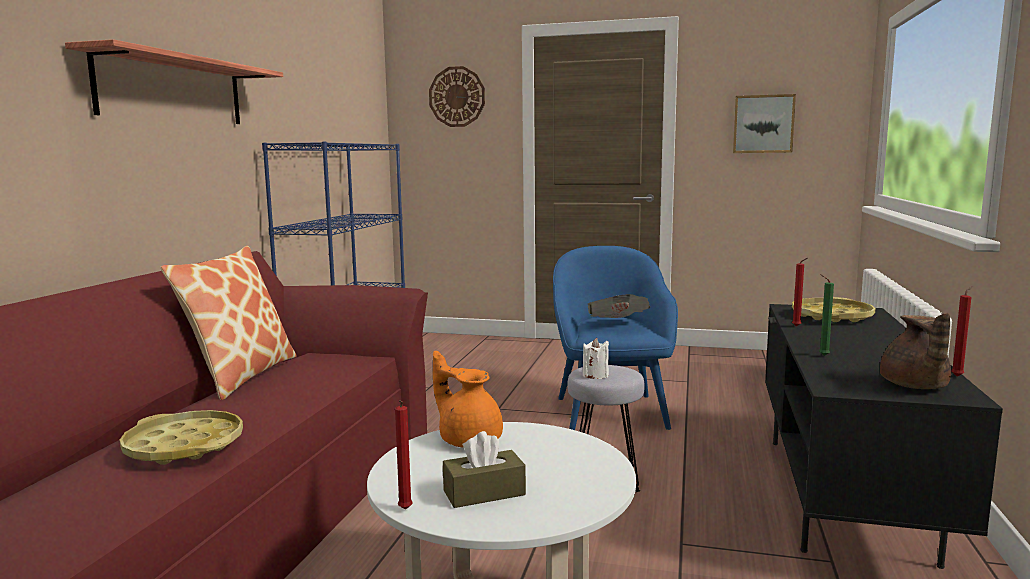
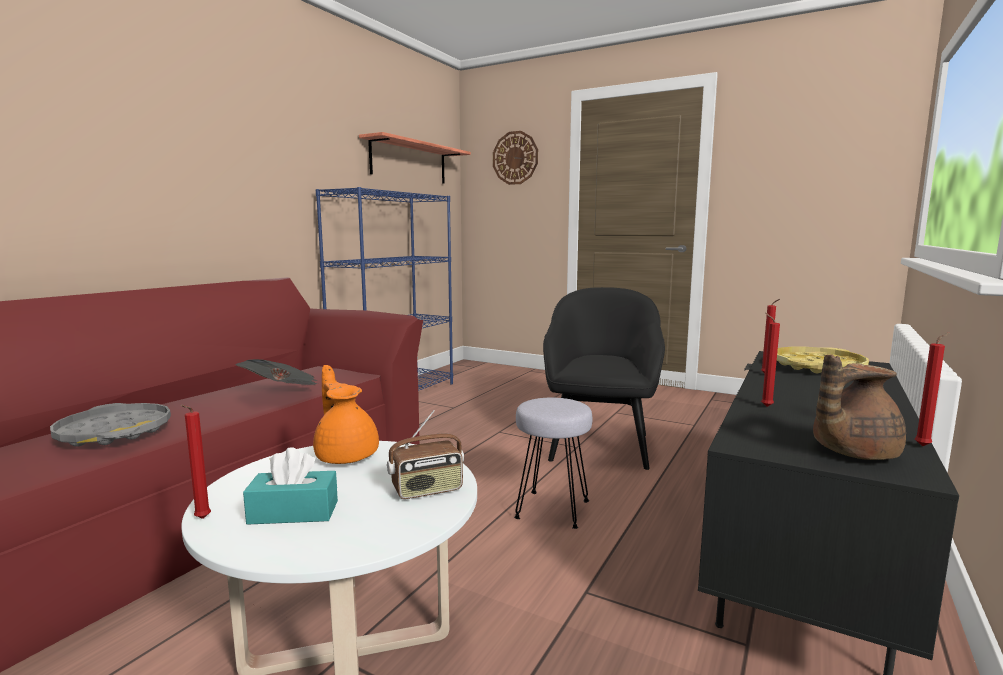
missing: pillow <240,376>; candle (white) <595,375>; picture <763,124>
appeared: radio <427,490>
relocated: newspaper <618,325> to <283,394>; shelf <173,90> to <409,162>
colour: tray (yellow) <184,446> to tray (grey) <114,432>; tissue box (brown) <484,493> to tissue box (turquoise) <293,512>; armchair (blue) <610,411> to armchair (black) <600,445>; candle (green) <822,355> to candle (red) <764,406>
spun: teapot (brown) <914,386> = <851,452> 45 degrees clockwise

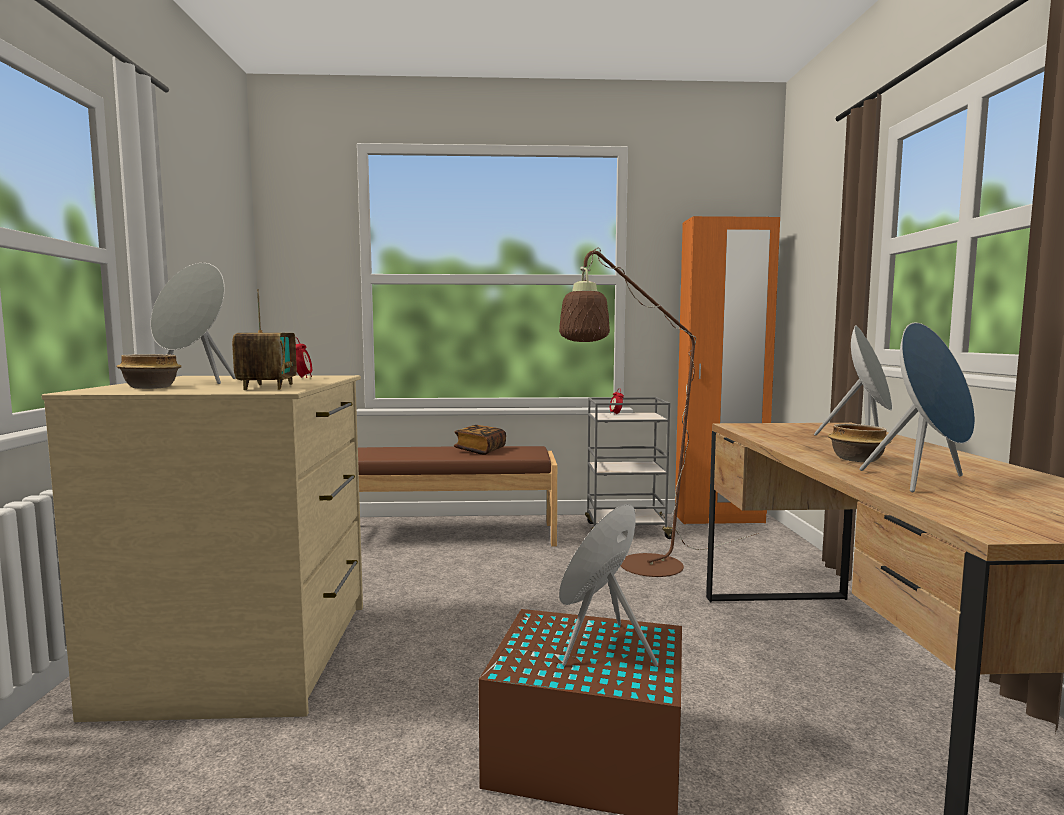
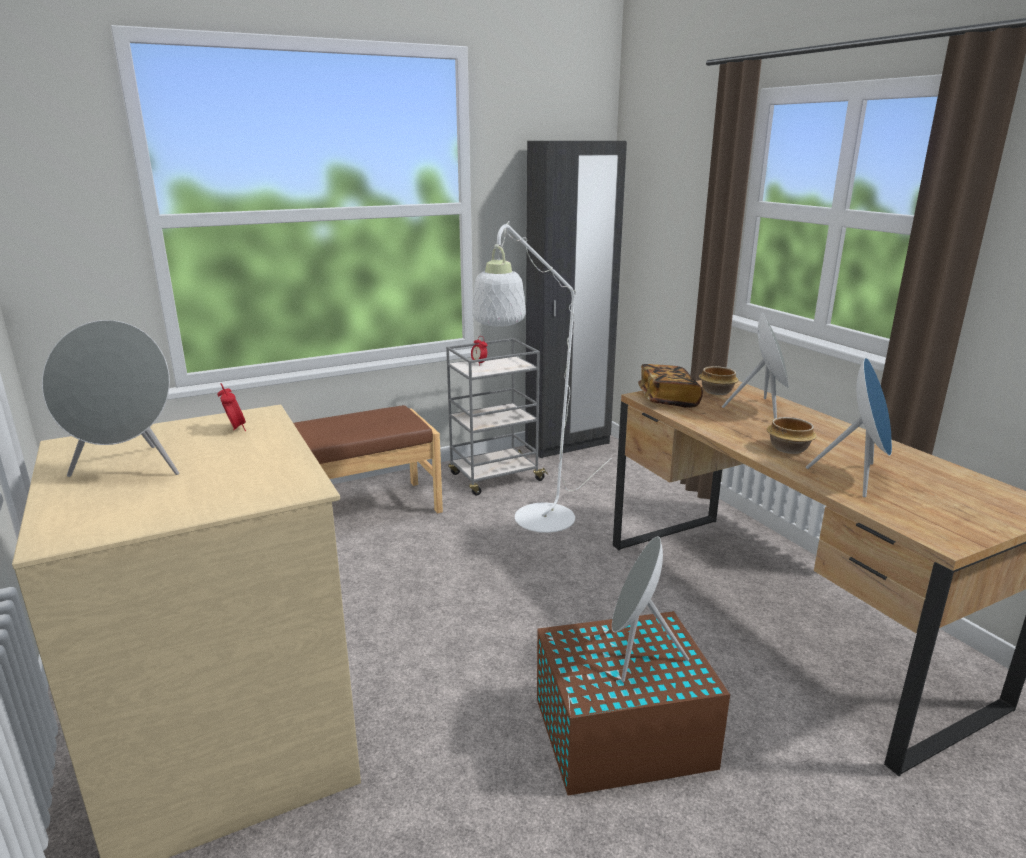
missing: radio <268,387>
relocated: book <480,450> to <667,399>; bowl <151,387> to <716,391>
colour: floor lamp (brown) <639,569> to floor lamp (white) <537,524>; wardrobe (orange) <719,519> to wardrobe (black) <568,445>

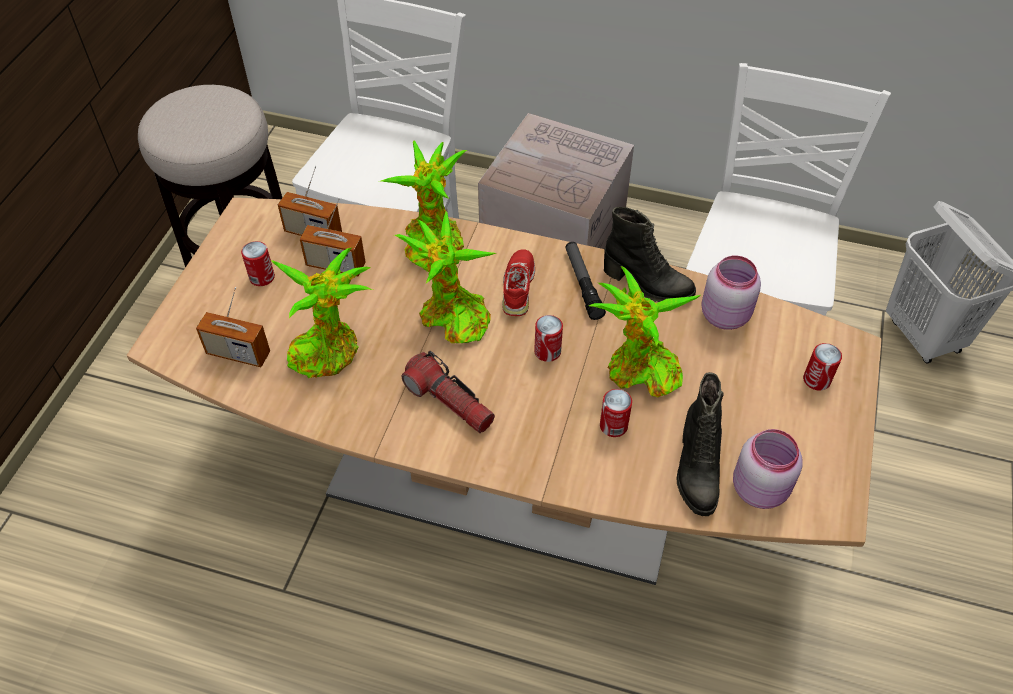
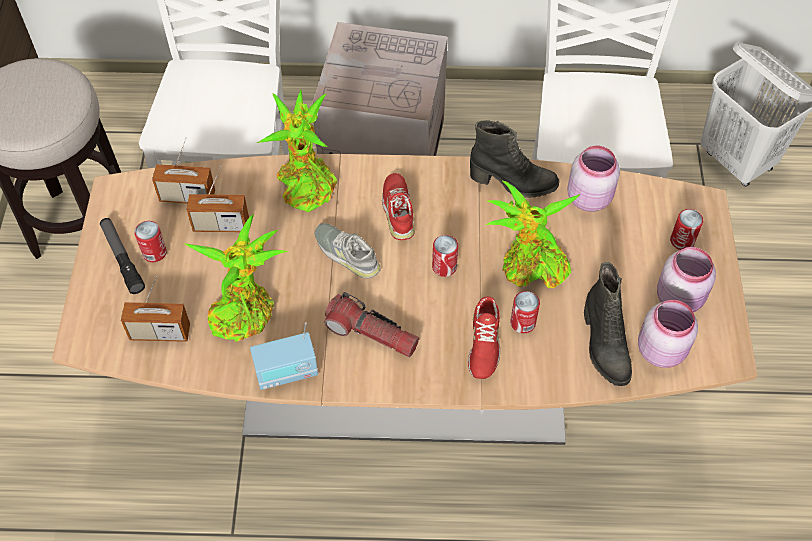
appeared: radio <286,372>; shoe (red) <483,343>; jar (pink) <680,298>
relocated: flashlight <583,284> to <122,259>
exchanged: potted plant <451,317> to shoe (grey) <347,253>

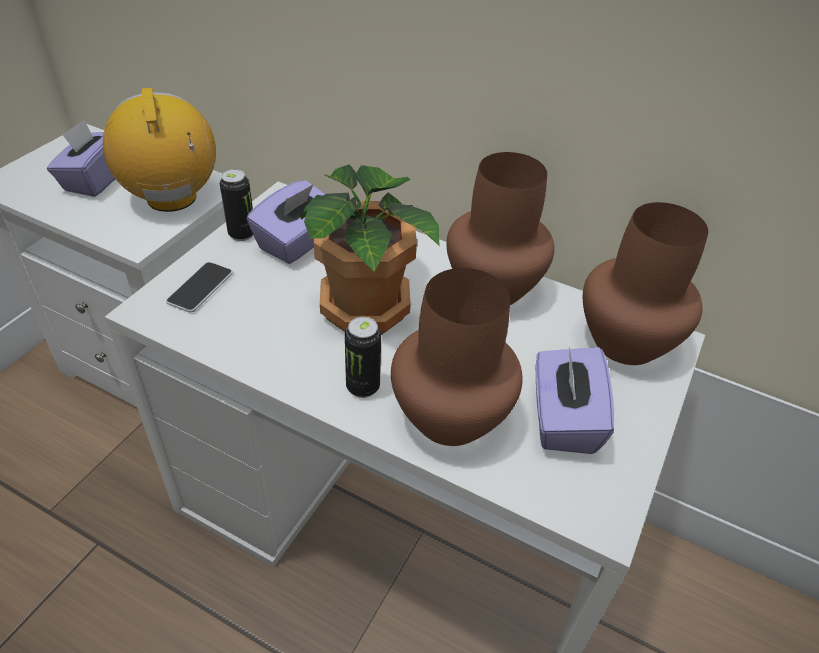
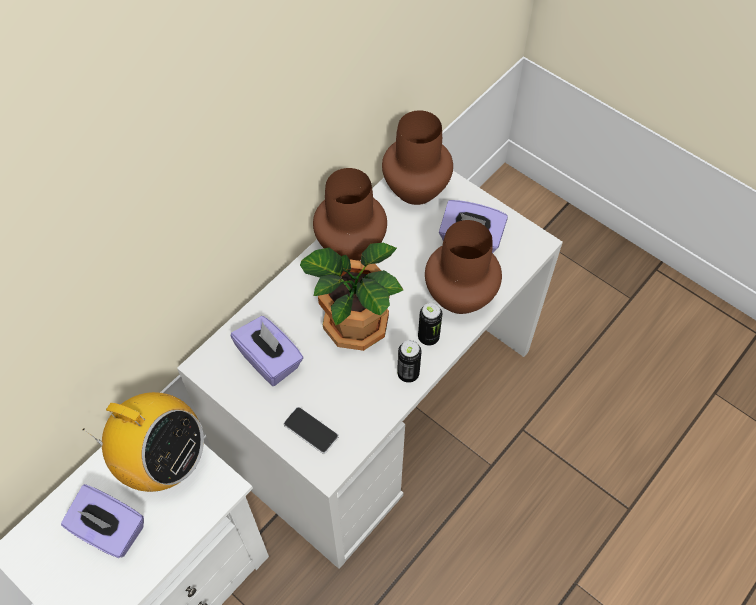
relocated: can <242,234> to <408,374>
spun: radio <172,198> = <162,460> 150 degrees counterclockwise

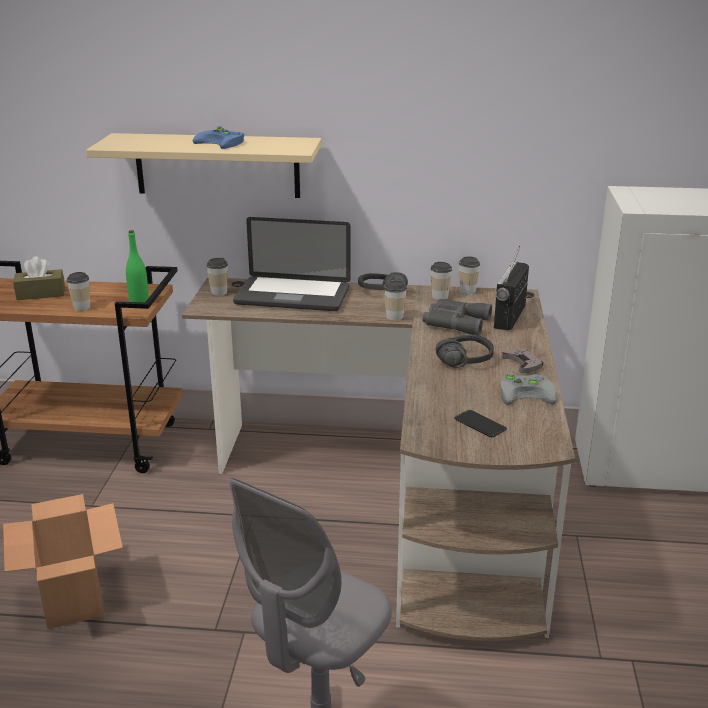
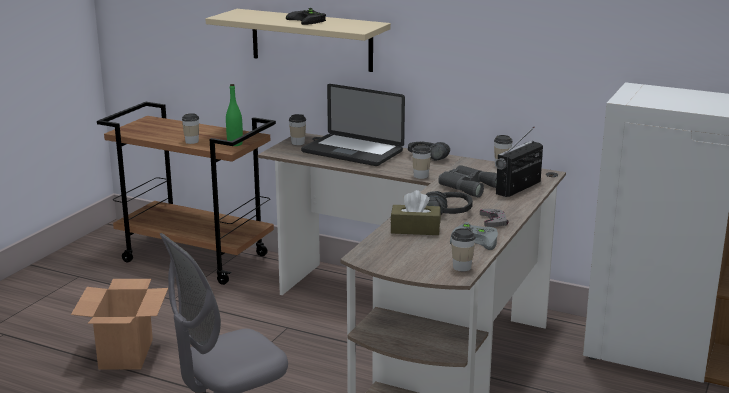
missing: phone <480,424>
relocated: tissue box (brown) <41,293> to <415,229>; cup <440,296> to <462,267>
colour: game controller (blue) <223,143> to game controller (black) <309,20>

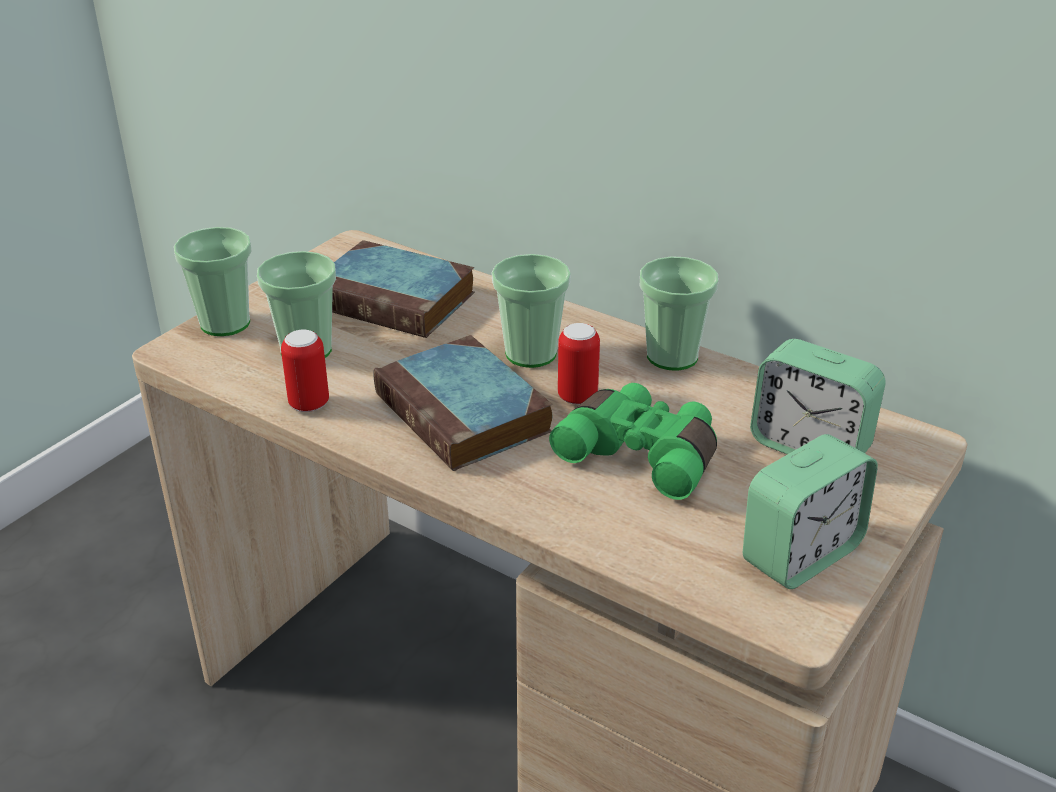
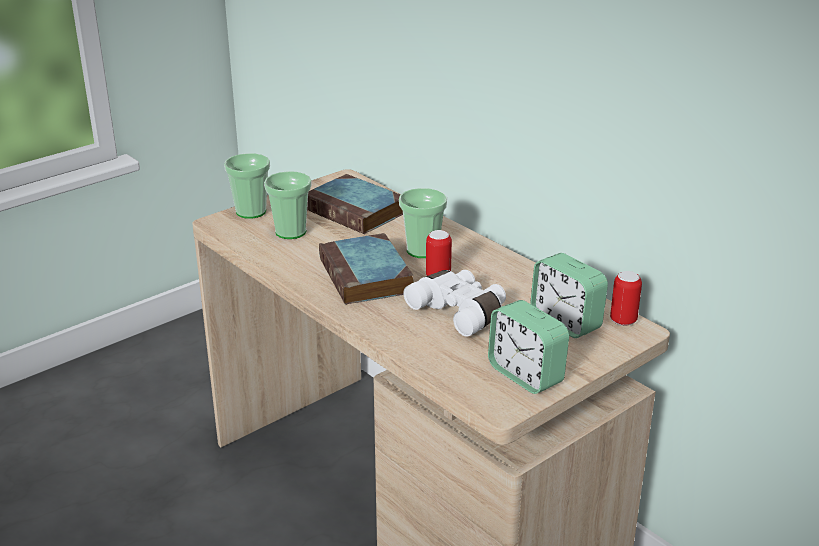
missing: cup <672,356>
relocated: can <309,404> to <623,320>
colour: binoculars (green) <643,454> to binoculars (white) <461,312>
spun: alarm clock <801,554> = <525,375> 75 degrees clockwise

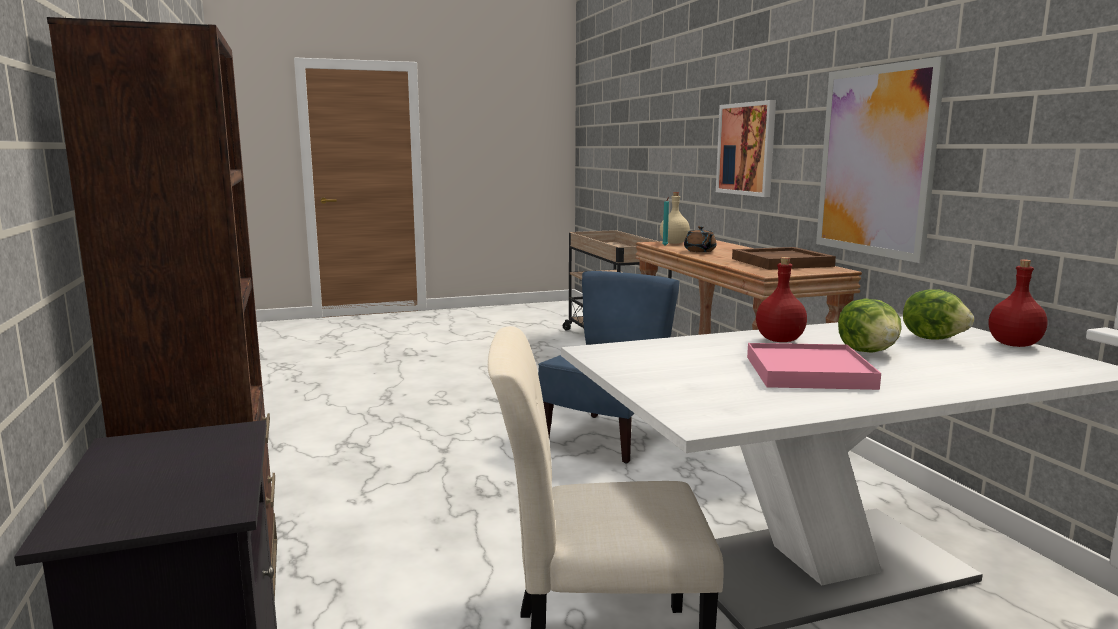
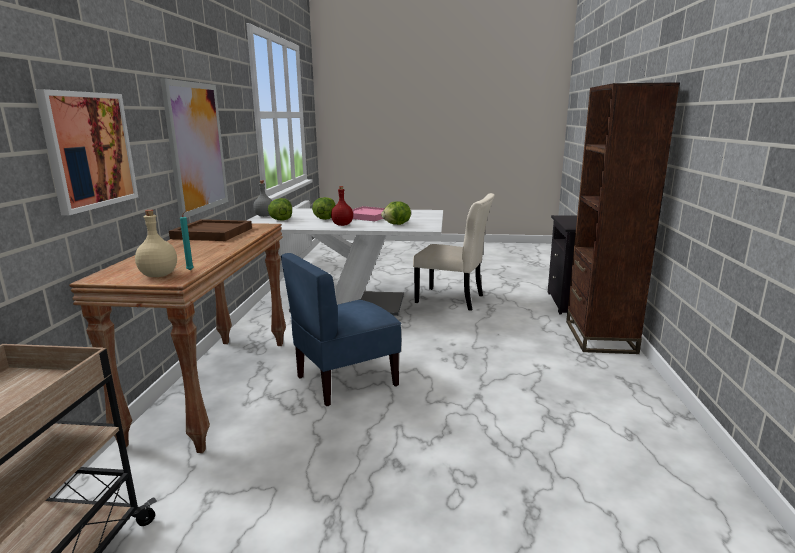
missing: teapot (brown) <700,251>
appeared: lettuce <397,224>
colour: bottle (red) <1013,344> to bottle (grey) <264,216>

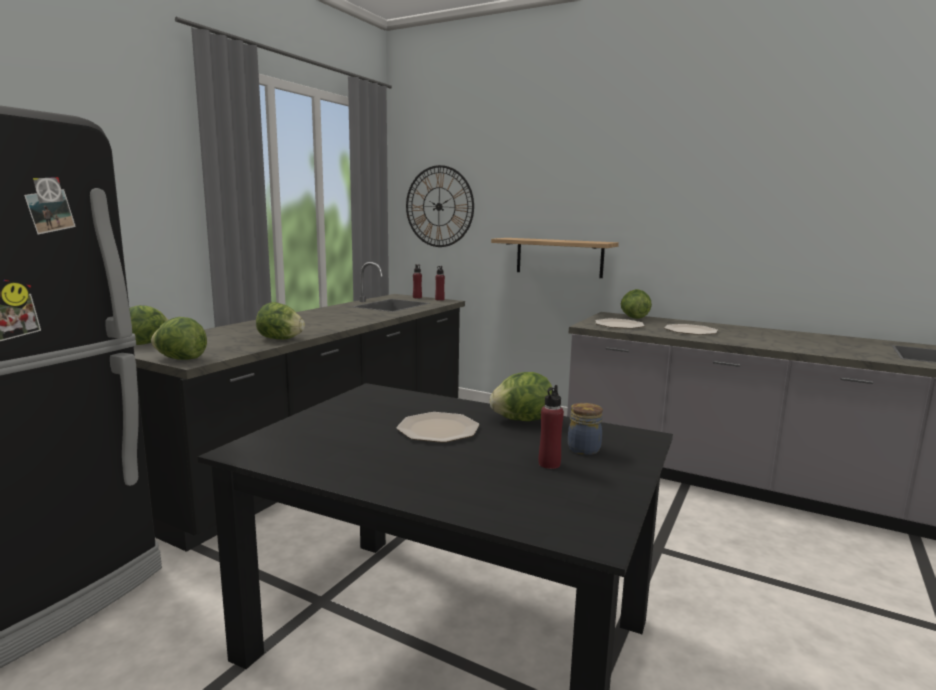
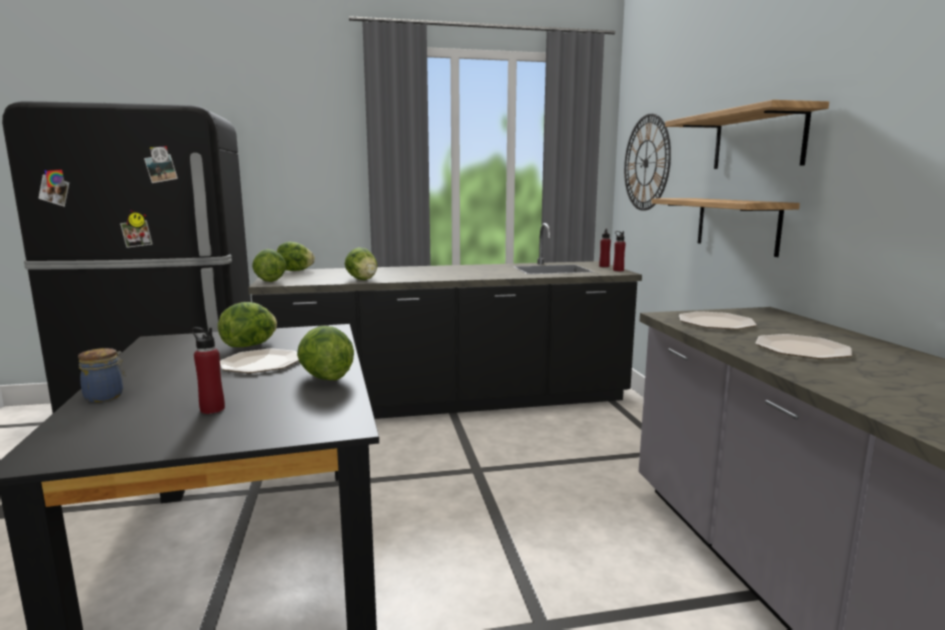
appeared: shelf <757,140>
relocated: jar <583,448> to <106,396>; lettuce <633,318> to <250,345>

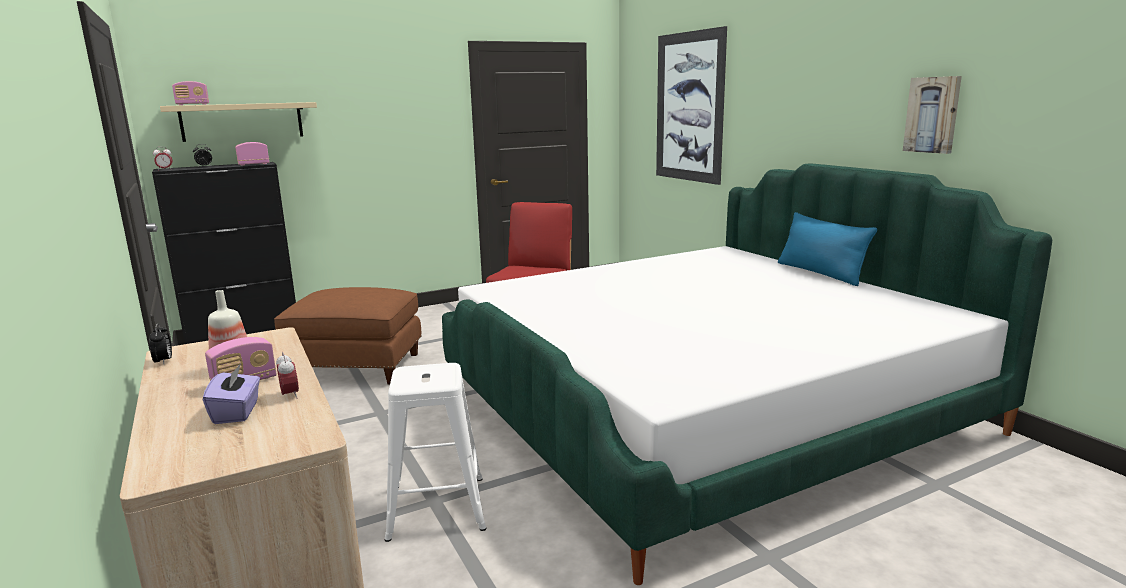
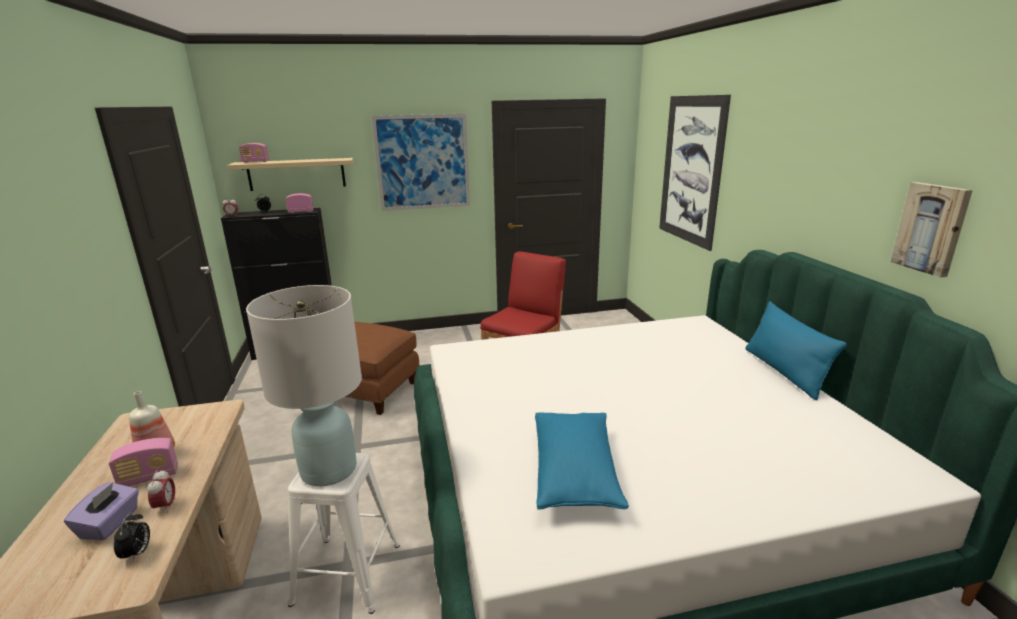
appeared: table lamp (white) <329,469>; picture <423,162>; pillow (blue) <575,473>
relocated: alarm clock <164,362> to <137,553>

